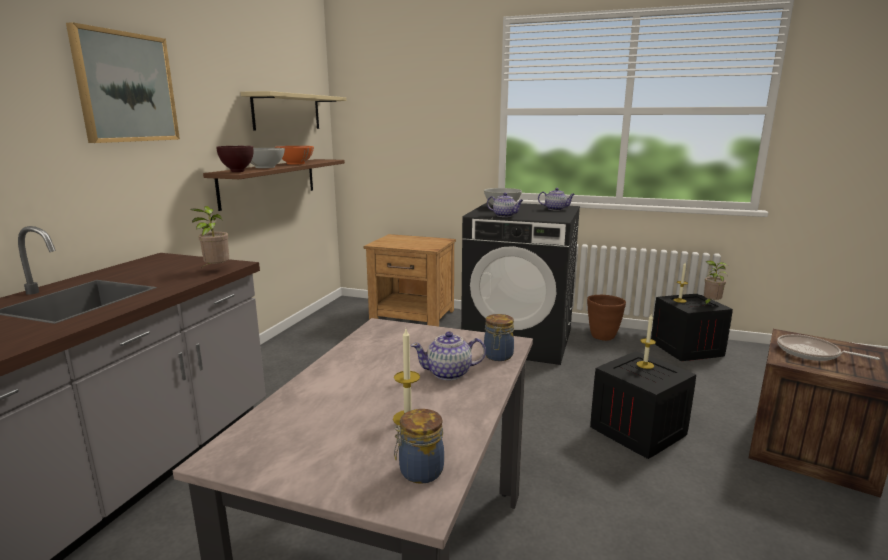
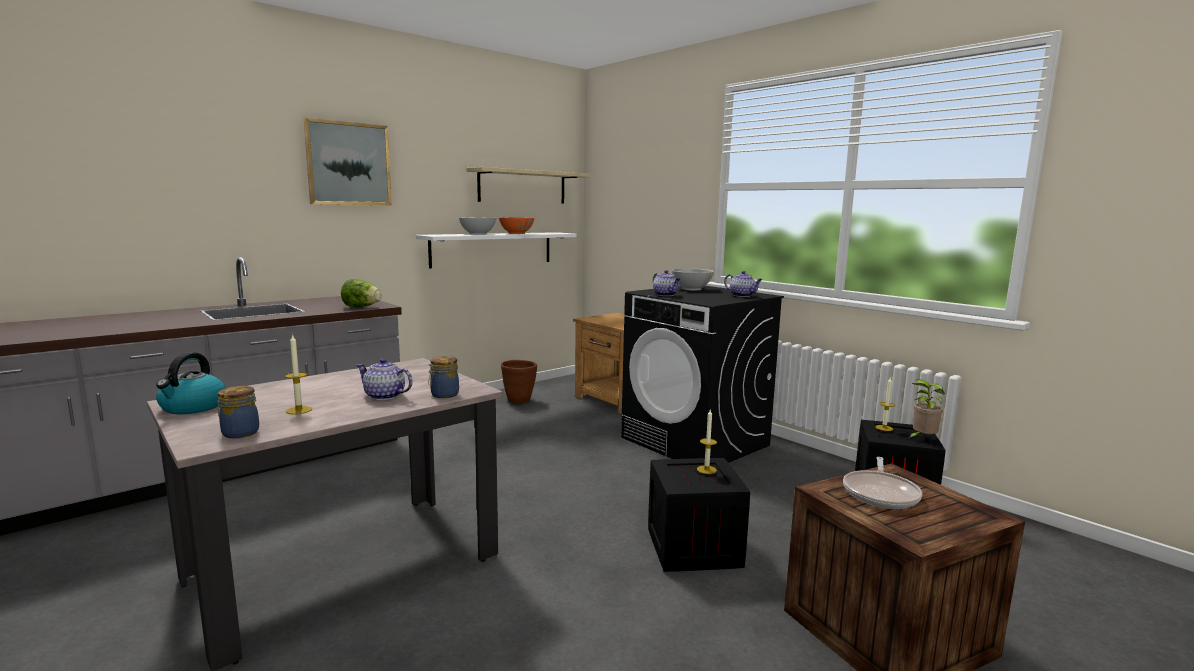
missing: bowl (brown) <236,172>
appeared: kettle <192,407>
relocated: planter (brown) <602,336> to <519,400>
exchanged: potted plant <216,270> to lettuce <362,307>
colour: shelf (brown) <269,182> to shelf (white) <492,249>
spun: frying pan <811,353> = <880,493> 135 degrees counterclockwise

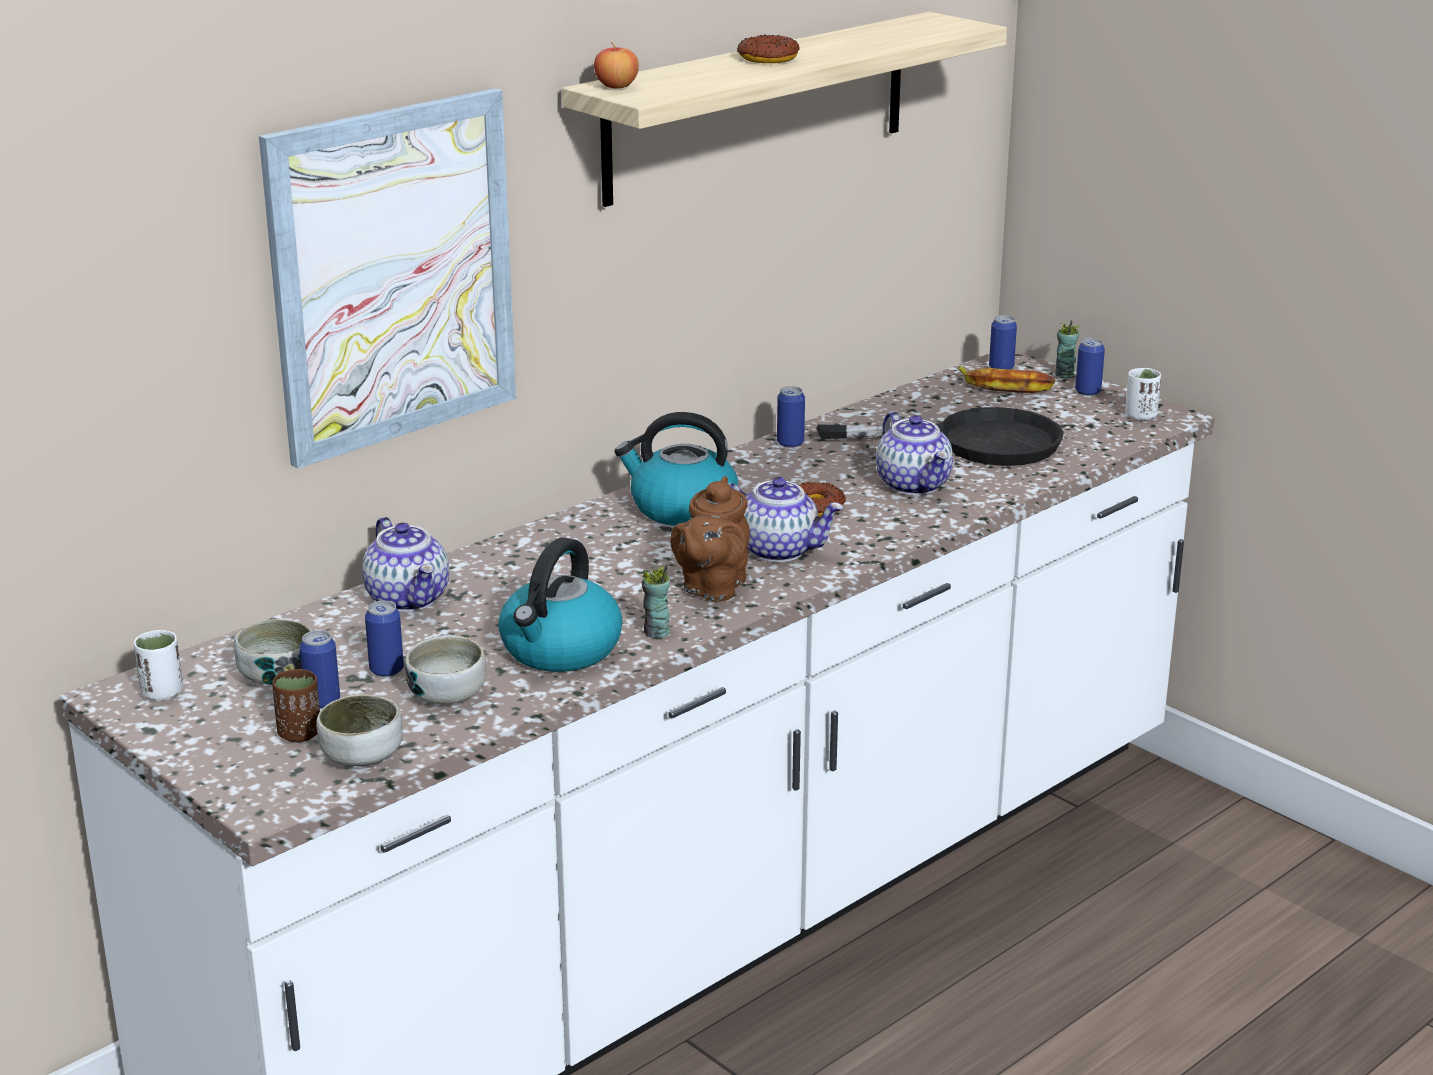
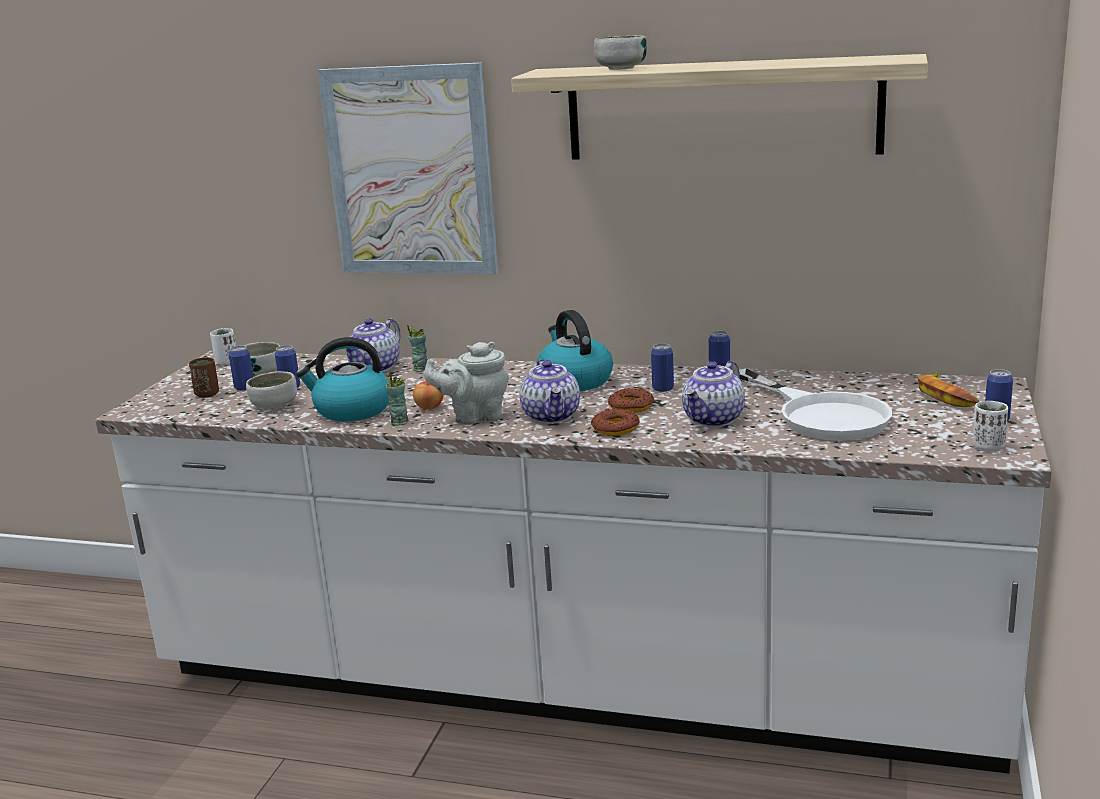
relocated: cup <1064,375> to <420,369>; apple <616,86> to <429,407>; donut <768,58> to <615,428>; bowl <362,756> to <621,69>; can <1001,368> to <663,389>
colour: teapot (brown) <712,588> to teapot (grey) <474,417>; frying pan (black) <974,442> to frying pan (white) <821,415>

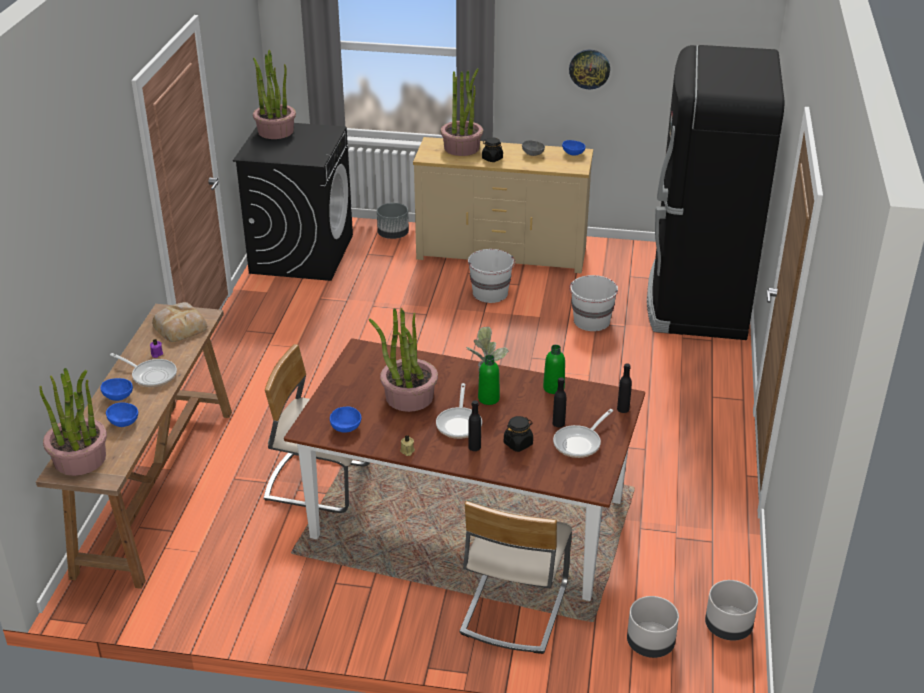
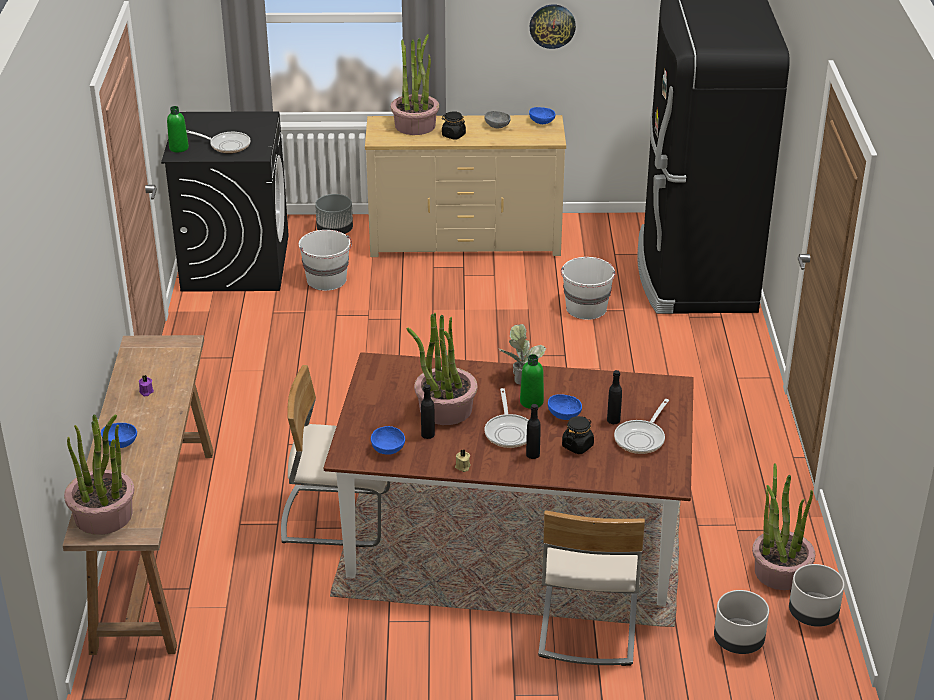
missing: bread <180,326>
relocated: bottle (green) <553,388> to <179,148>; frying pan <151,375> to <227,145>; bucket (white) <490,293> to <327,280>; bottle (black) <623,409> to <428,434>; bowl (blue) <124,422> to <564,414>; potted plant <275,131> to <780,572>

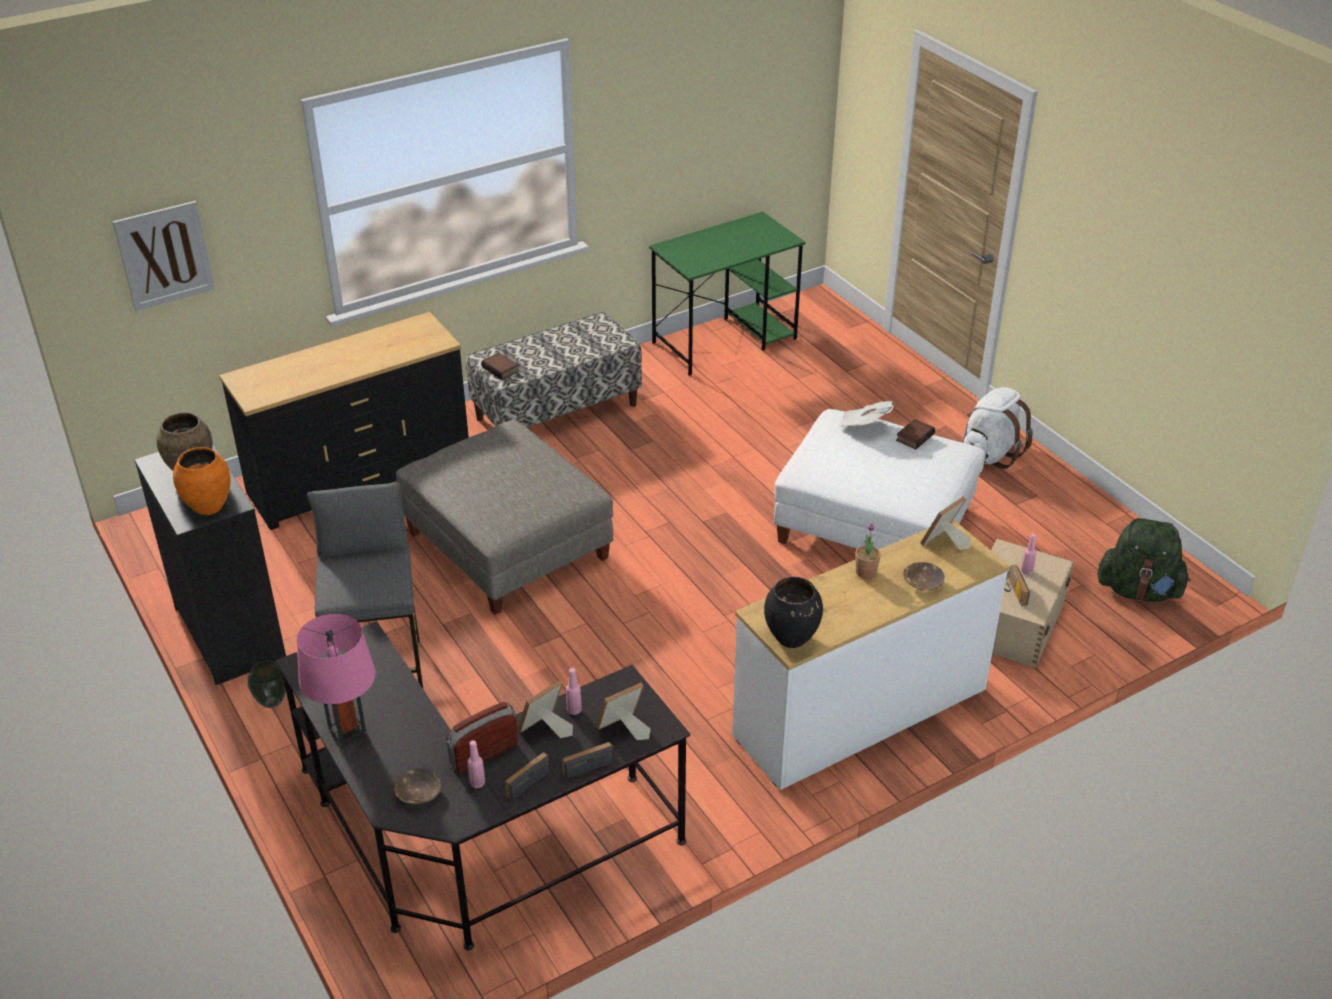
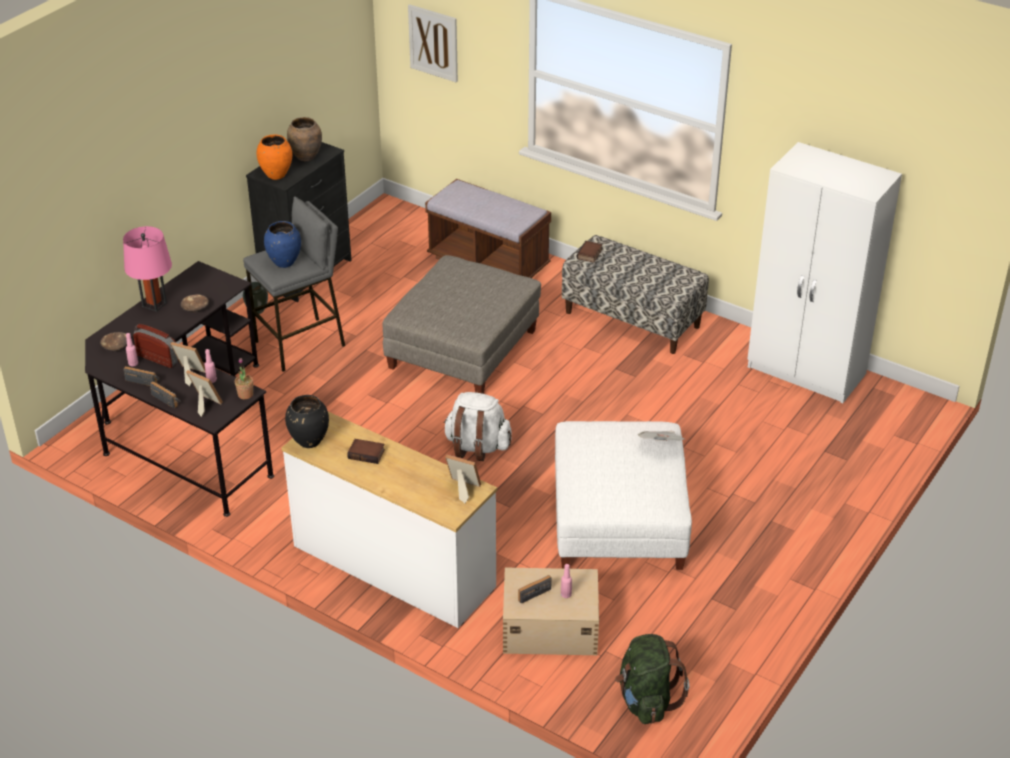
appeared: vase (blue) <284,263>
relocated: bowl (brown) <922,582> to <195,308>; potted plant <866,572> to <245,394>; book <914,436> to <367,453>; backpack (white) <990,454> to <477,447>
exchanged: dresser (black) <359,476> to bench (brown) <488,263>; desk (green) <725,340> to wardrobe (white) <806,372>

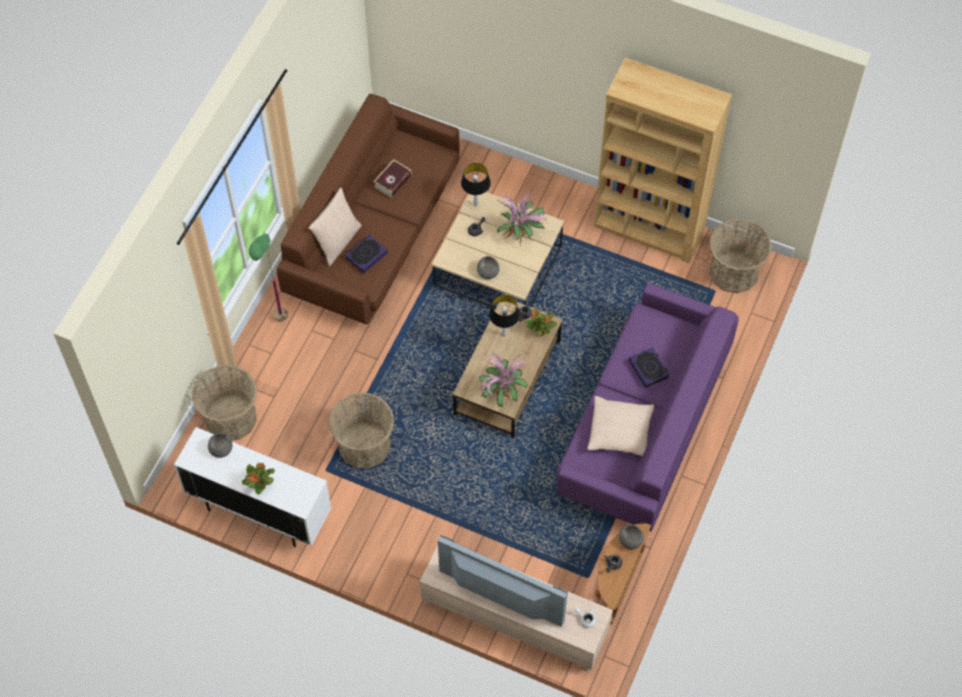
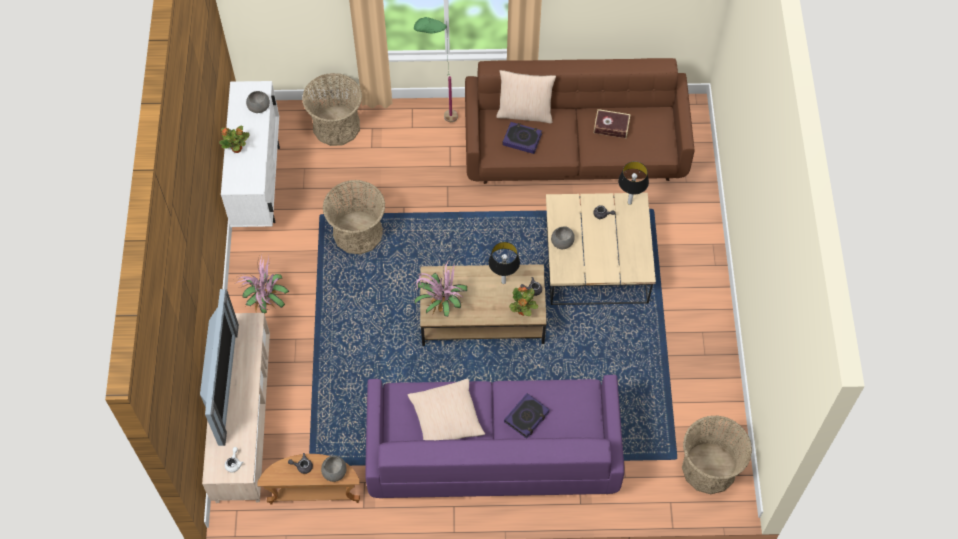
missing: bookcase (brown) <649,228>
relocated: potted plant <521,233> to <266,302>

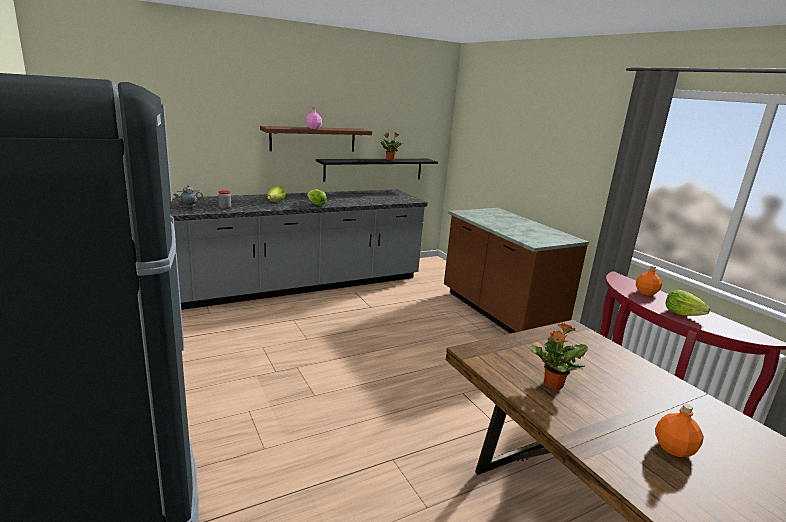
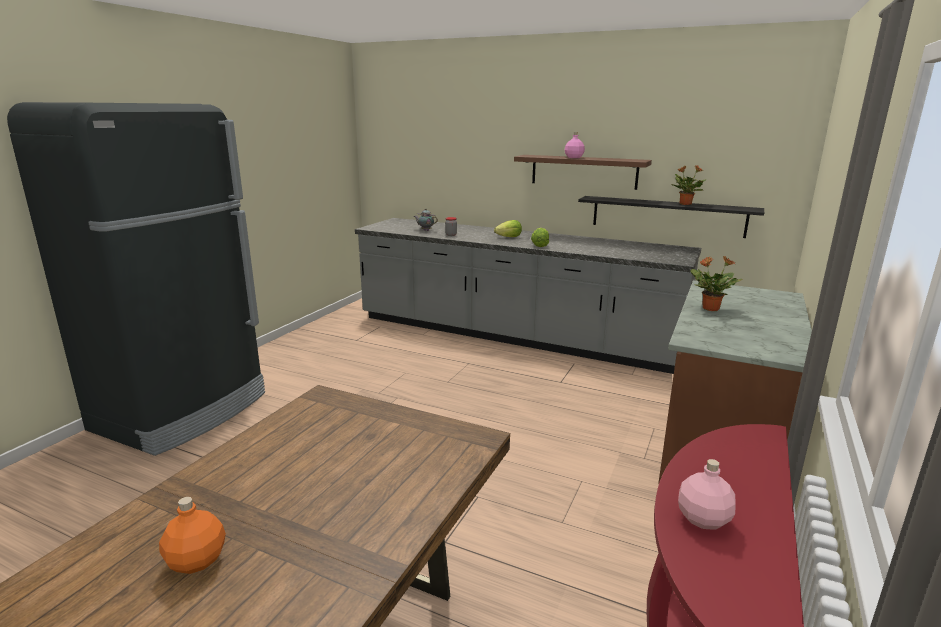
missing: bottle (orange) <645,292>
relocated: potted plant <552,384> to <709,308>
exchanged: lettuce <681,314> to bottle (pink) <703,519>

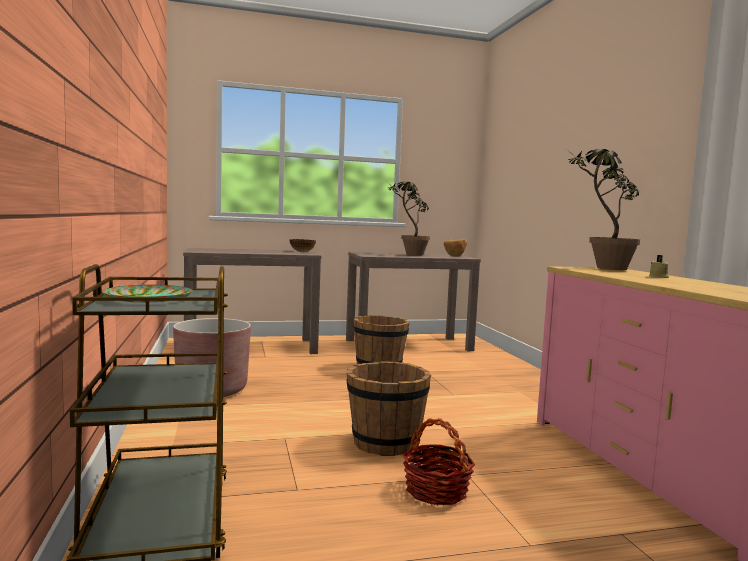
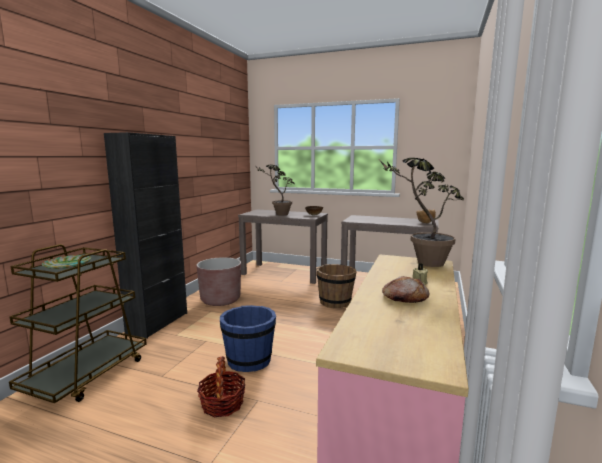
appeared: cabinet (black) <158,323>; bread <404,298>
relocated: potted plant <409,255> to <277,214>
colour: bucket (brown) <385,443> to bucket (blue) <249,360>

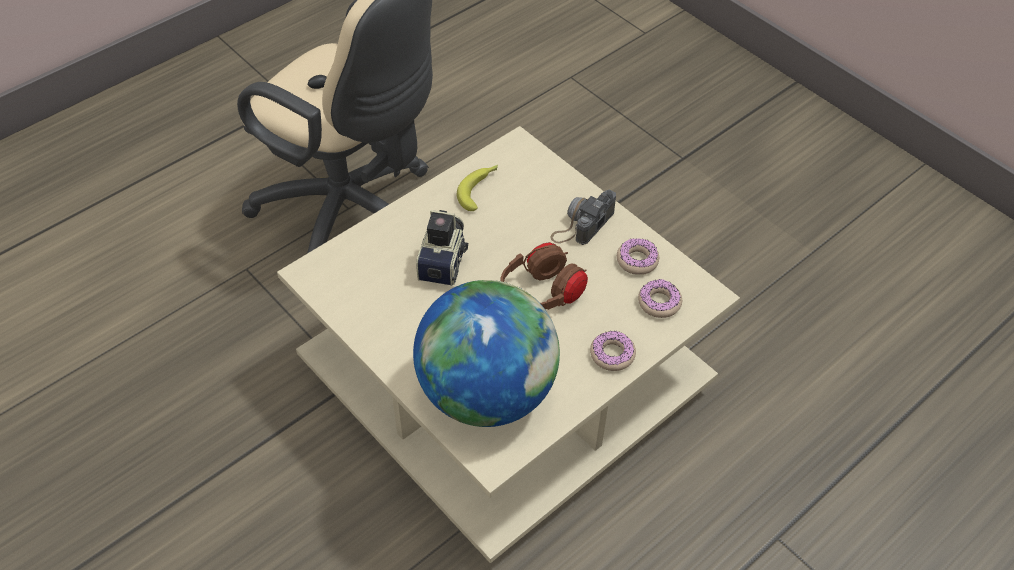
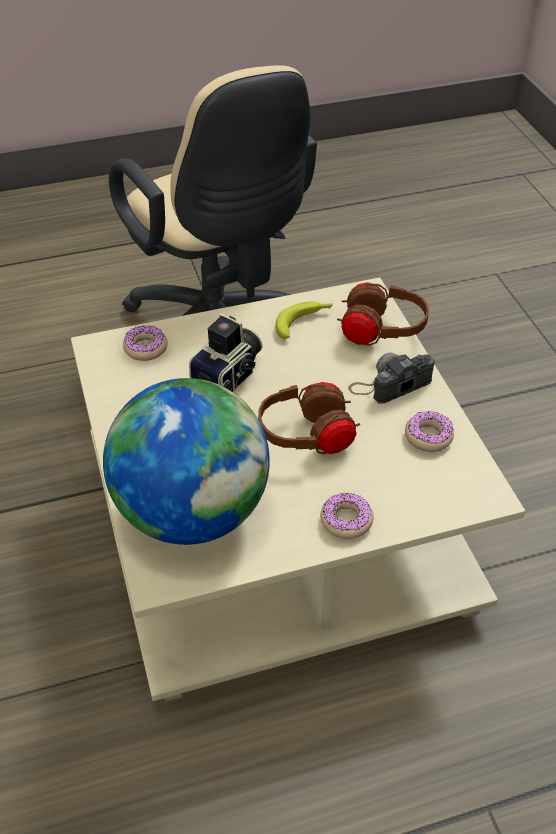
appeared: headphones (brown) <381,332>
relocated: donut <659,302> to <145,348>

